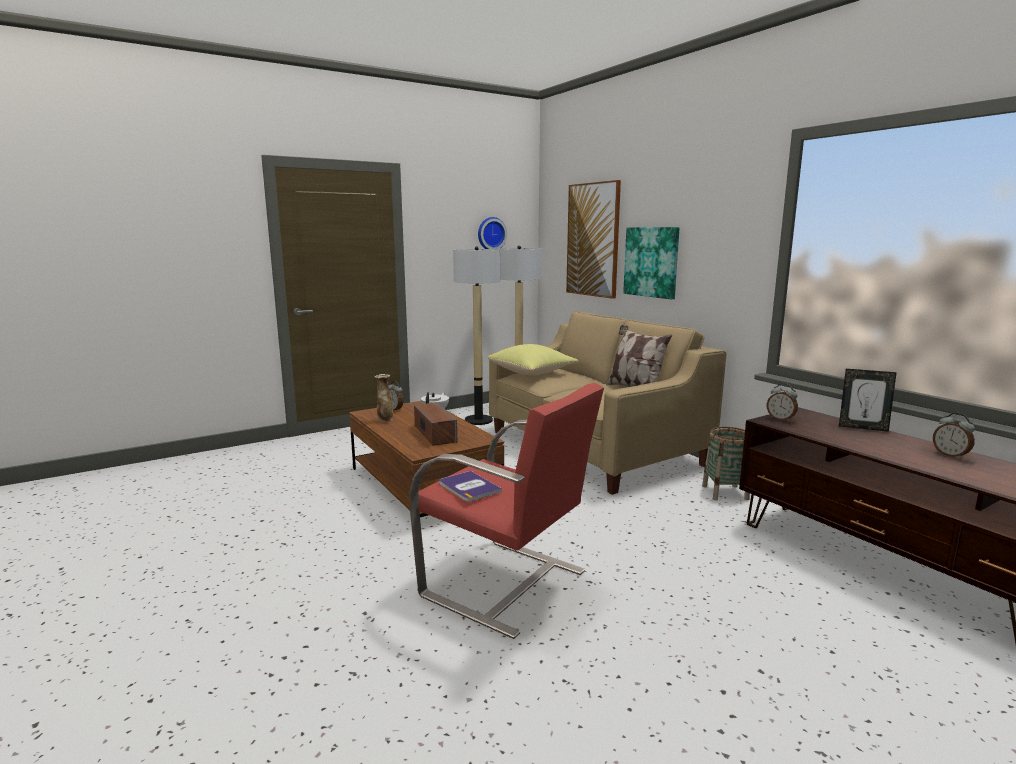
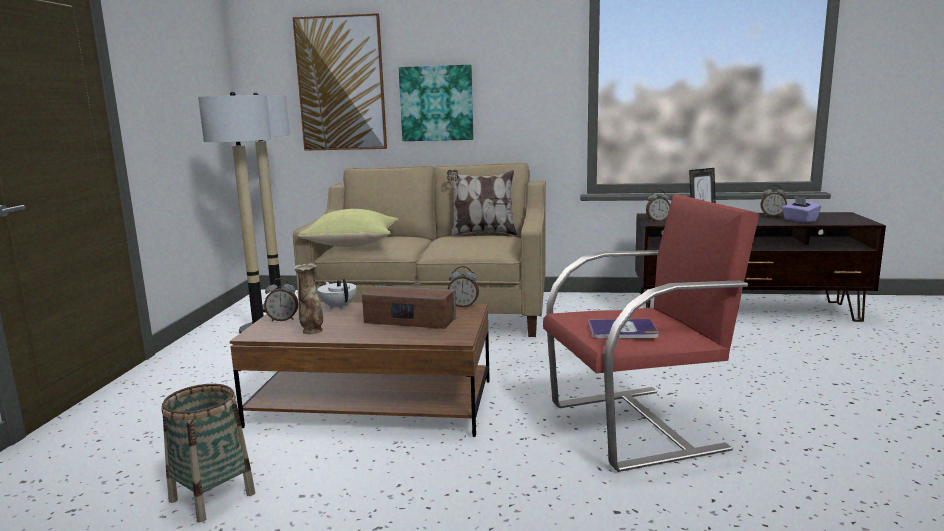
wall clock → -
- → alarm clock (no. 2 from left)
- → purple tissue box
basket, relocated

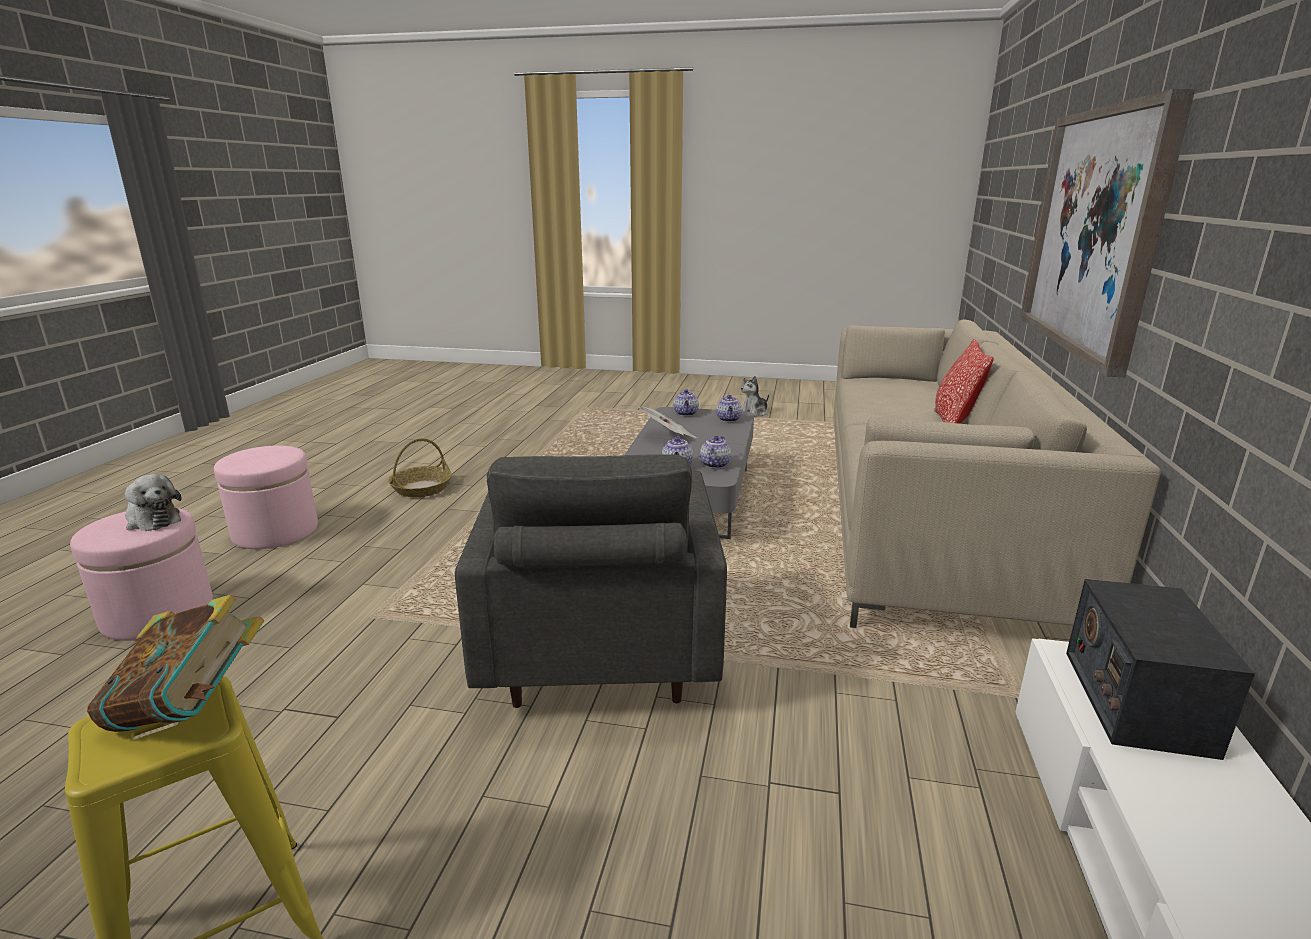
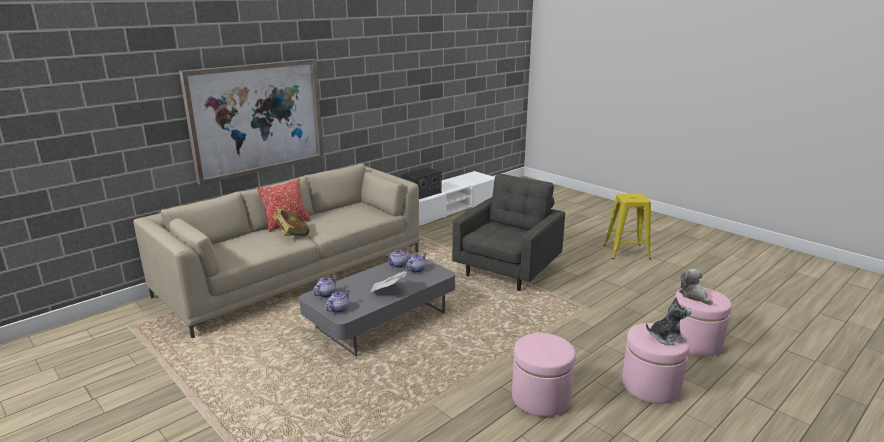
book, relocated
plush toy (no. 2 from left in the first image) → plush toy (no. 1 from left), relocated
basket → pink ottoman (no. 1 from left)

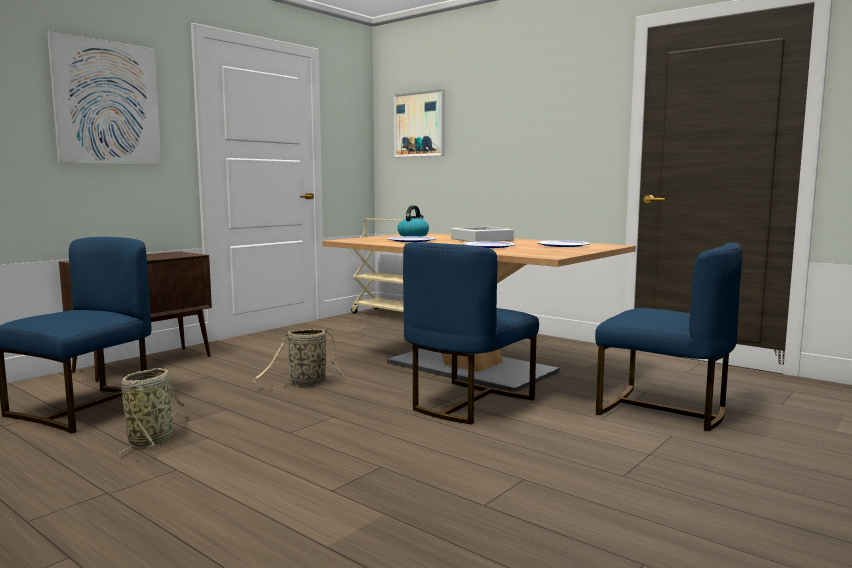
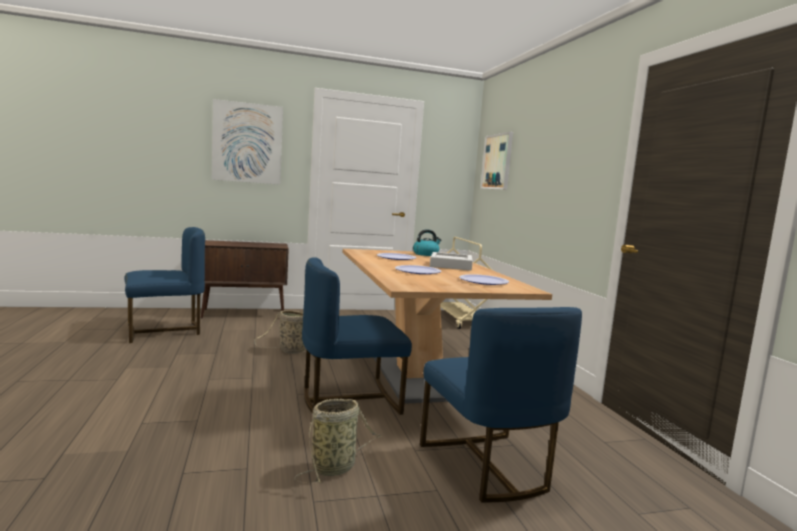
basket (no. 1 from left in the first image) → basket (no. 2 from left), relocated

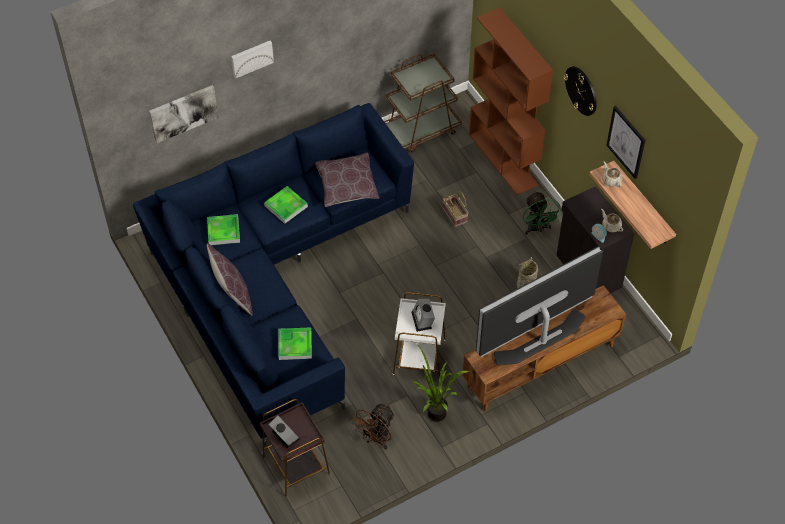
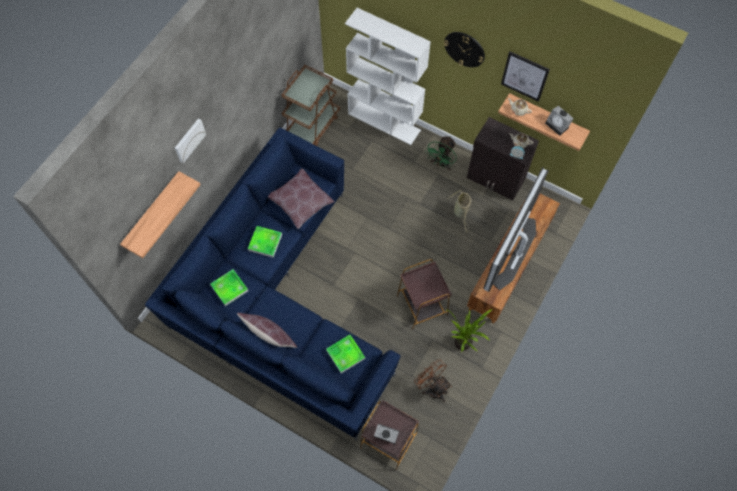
basket (no. 1 from left) → -
alarm clock (no. 2 from left in the first image) → alarm clock (no. 3 from left), relocated
picture (no. 1 from left) → shelf (no. 1 from left)
white side table → brown side table (no. 2 from left)
brown bookcase → white bookcase
brown fan, 135 degrees clockwise
green fan, 75 degrees clockwise

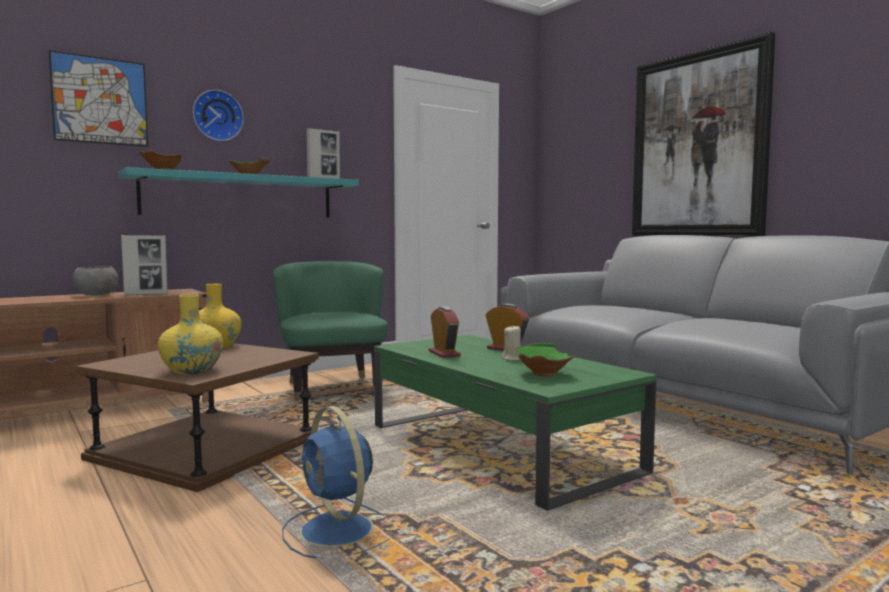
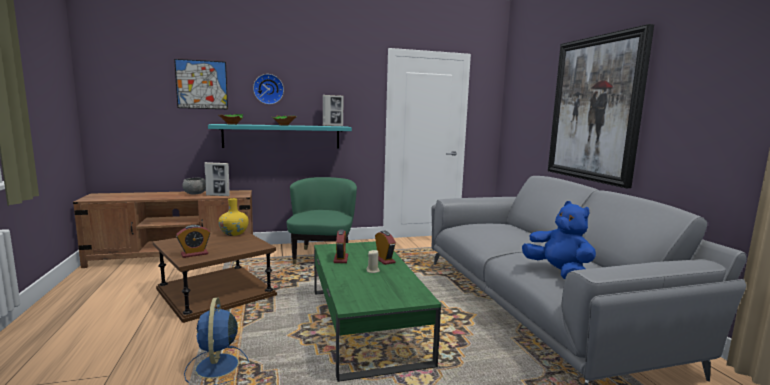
green bowl (no. 3 from left) → -
- → blue plush toy
yellow vase (no. 1 from left) → alarm clock (no. 1 from left)

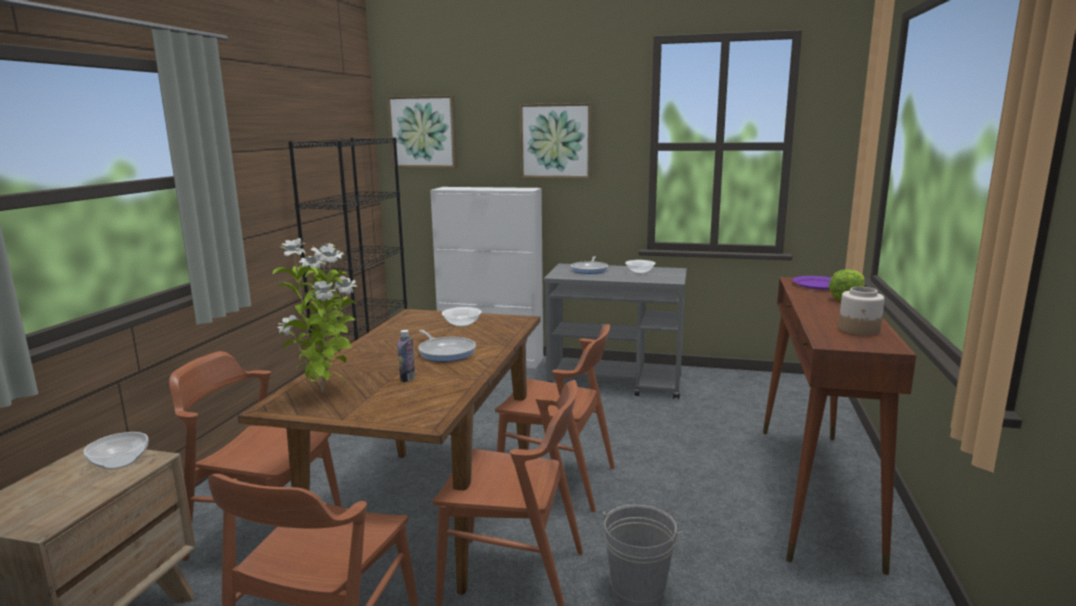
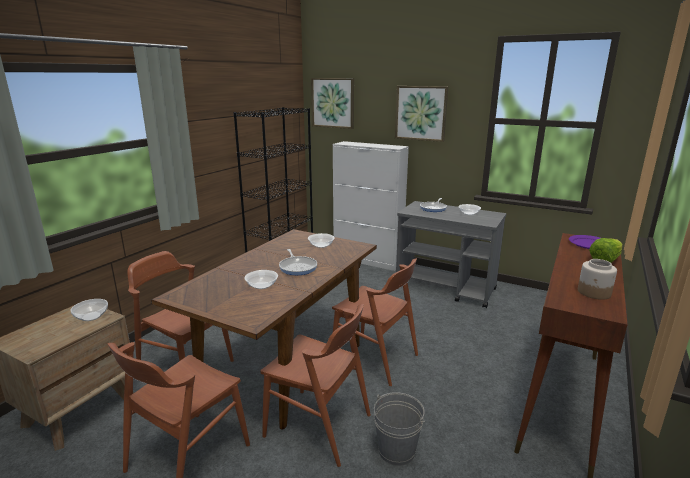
potted plant → -
bottle → bowl (no. 2 from left)

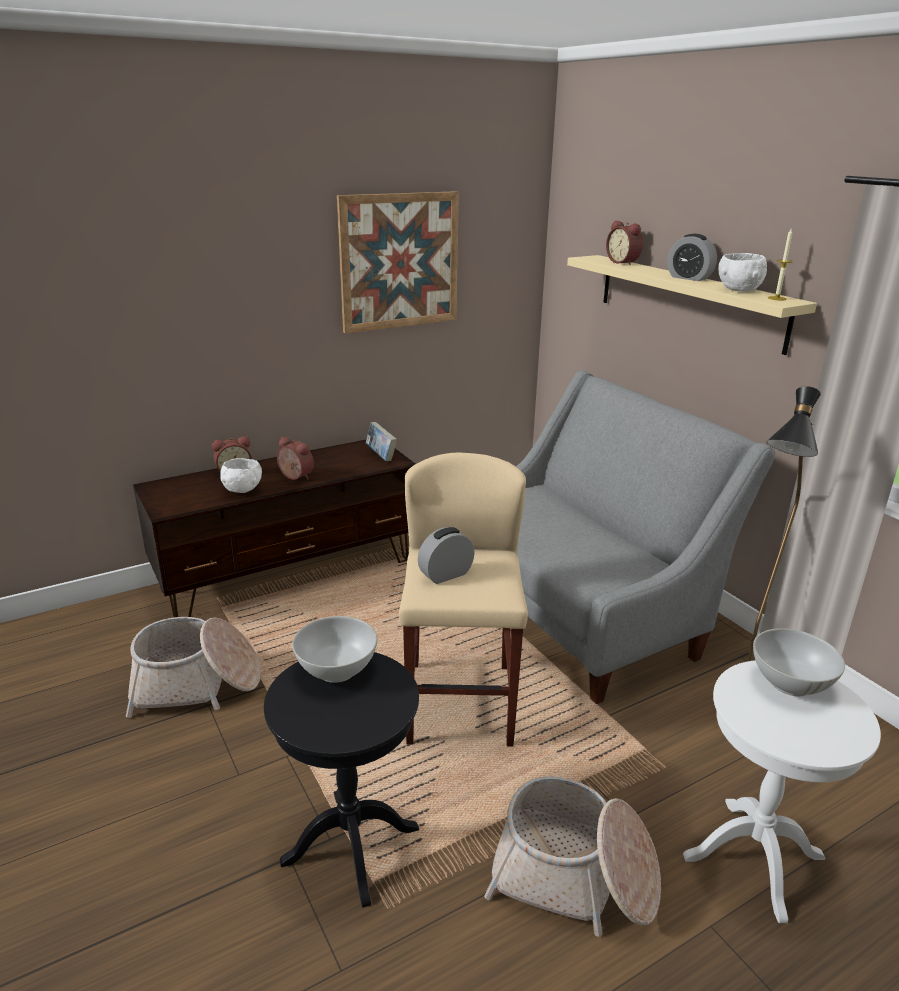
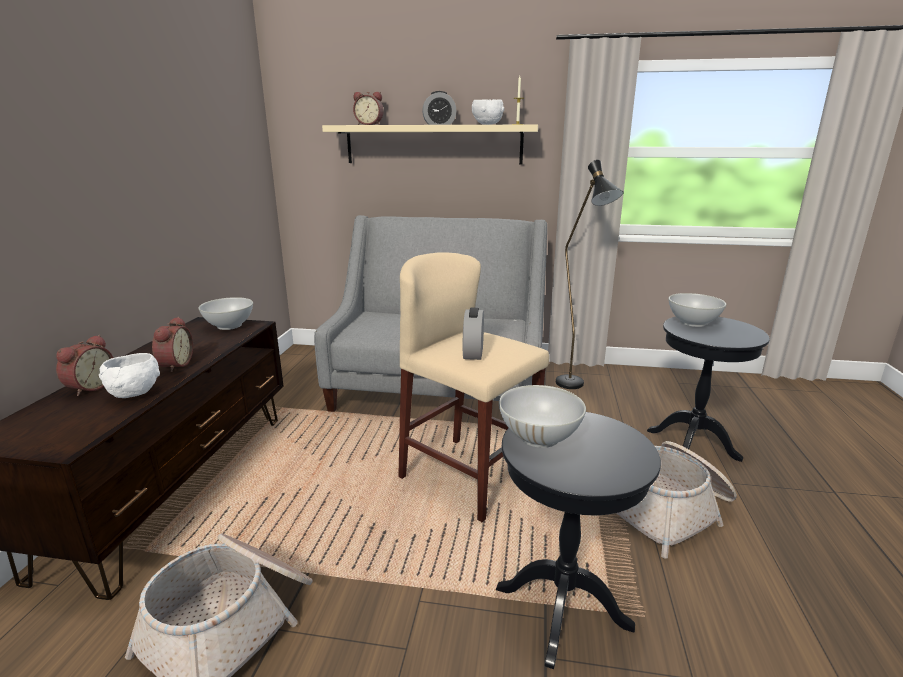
picture → -
book → white bowl (no. 2 from left)
white side table → black side table (no. 2 from left)
alarm clock (no. 2 from left), 105 degrees clockwise

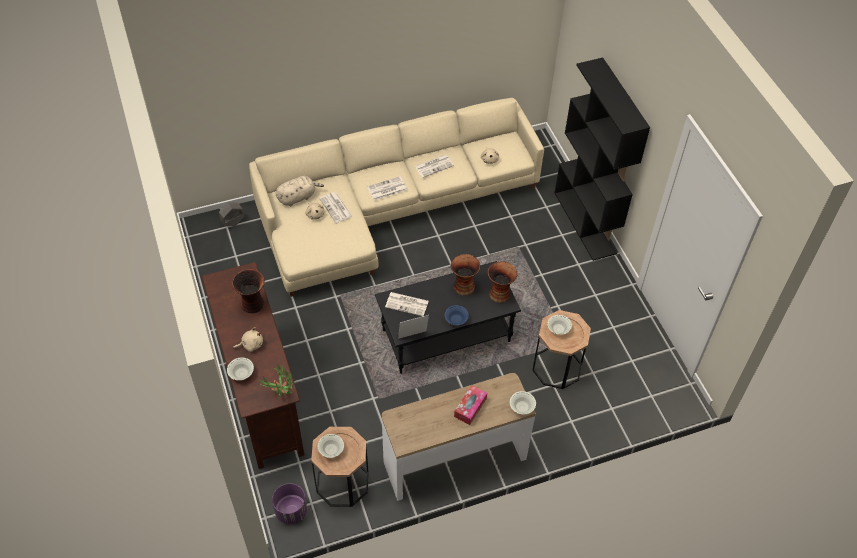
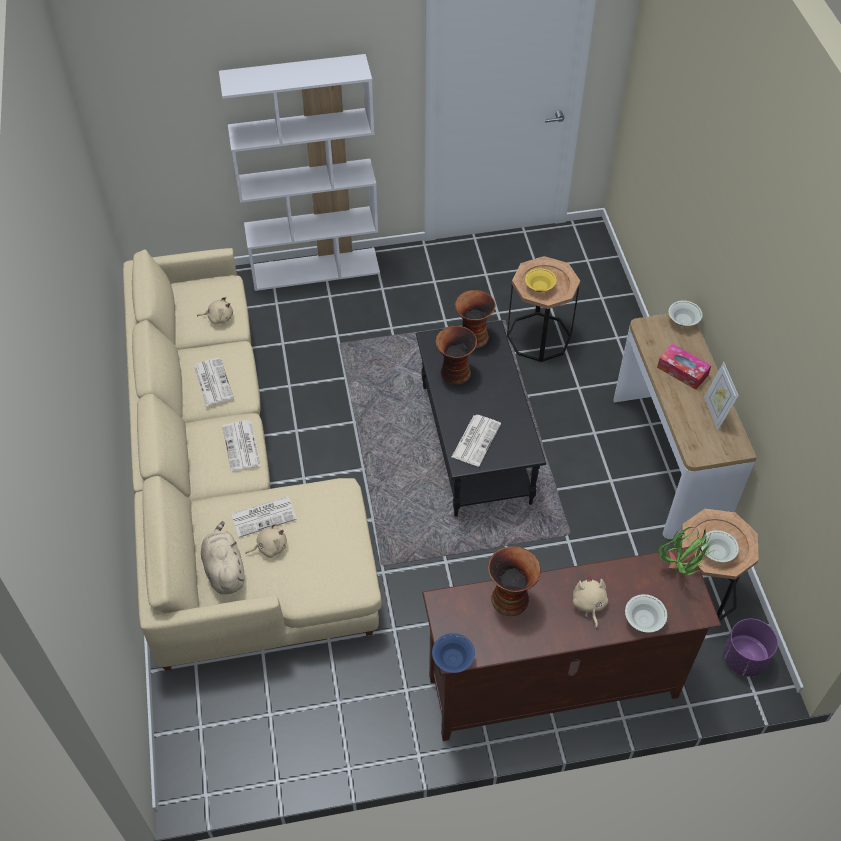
grey planter → -
picture frame, relocated
blue bowl, relocated
white bowl (no. 4 from left) → yellow bowl
black bookcase → white bookcase

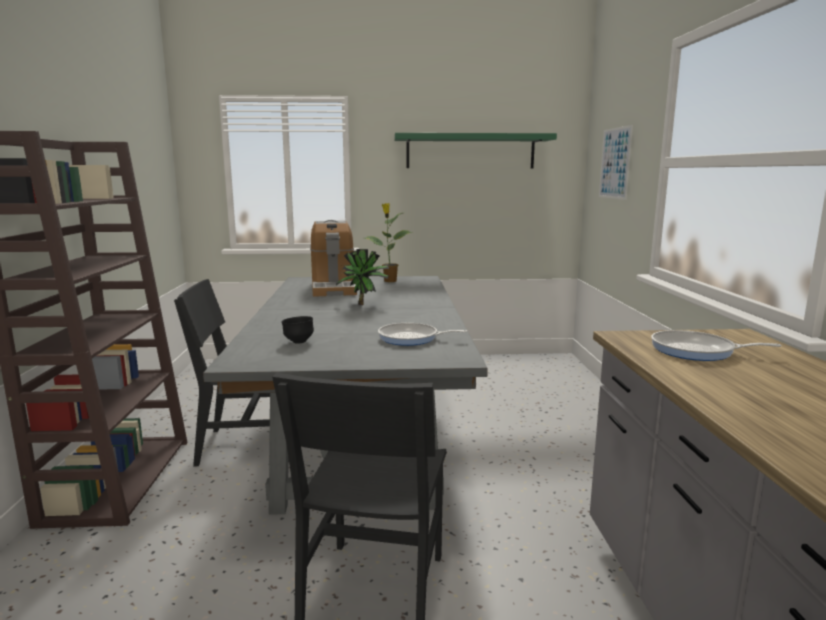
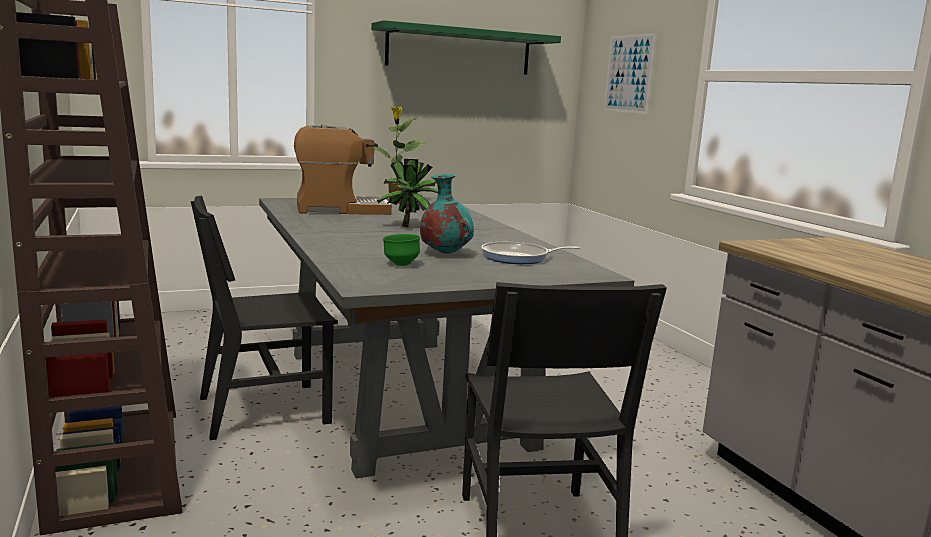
frying pan (no. 2 from left) → -
- → turquoise vase
black bowl → green bowl
coffee machine, 75 degrees counterclockwise

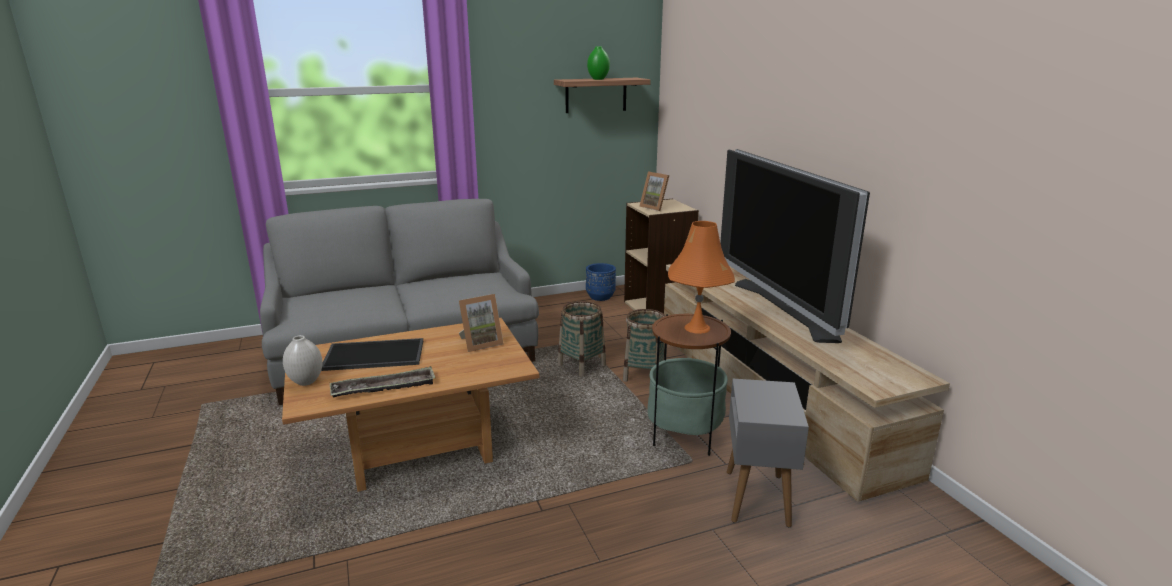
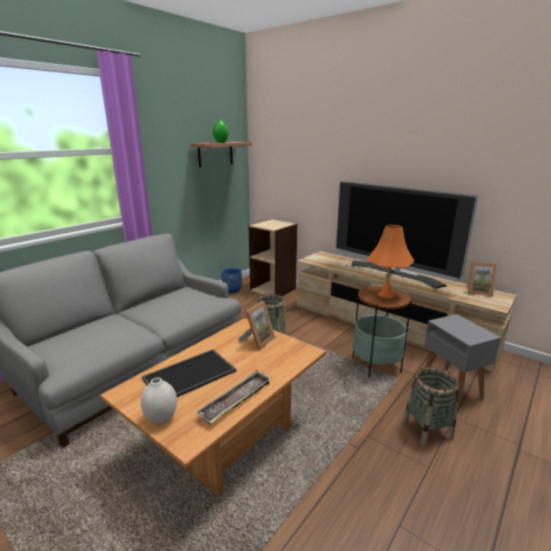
basket (no. 2 from left), relocated
picture frame (no. 2 from left), relocated

